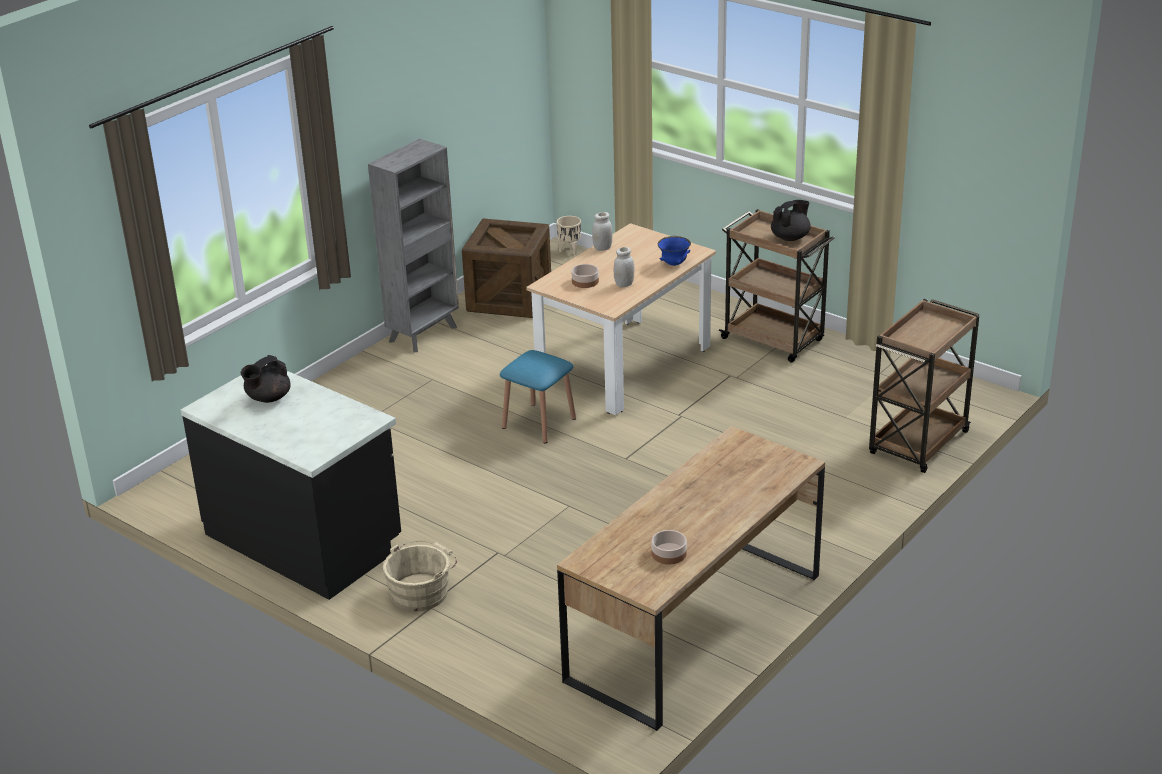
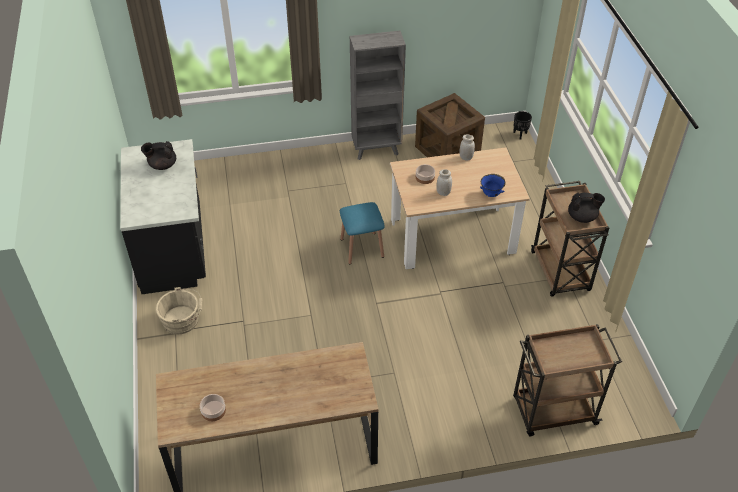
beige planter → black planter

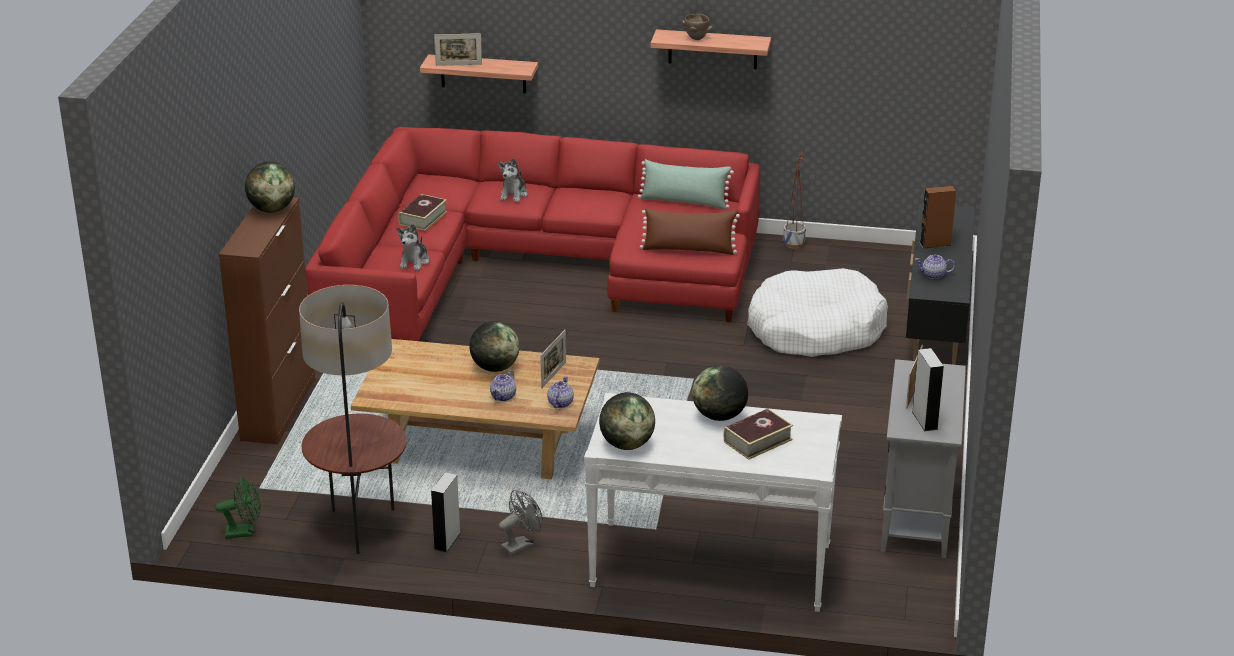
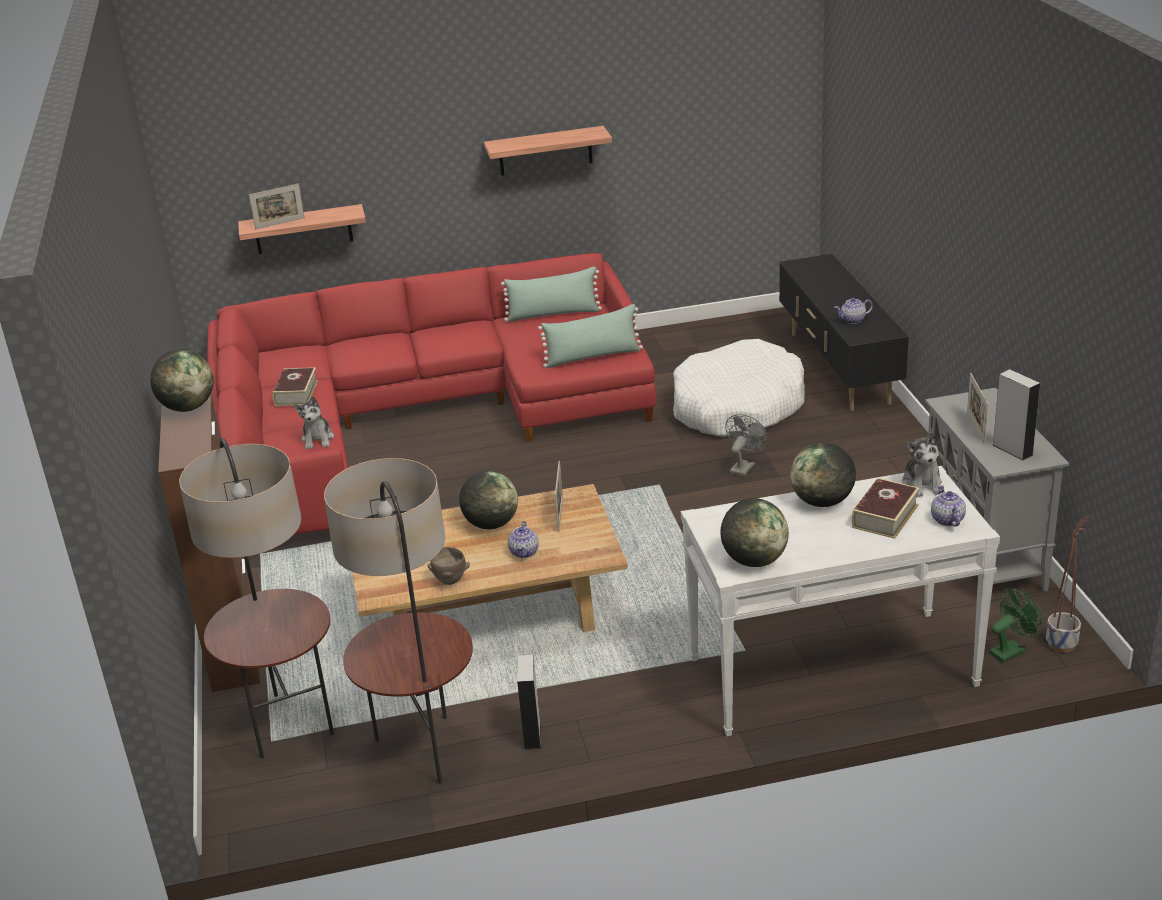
brown speaker → -
- → floor lamp (no. 1 from left)
green fan, relocated
plush toy (no. 2 from left), relocated
grey fan, relocated
teapot (no. 2 from left in the first image) → teapot (no. 3 from left), relocated
brown bowl, relocated
planter, relocated
brown pillow → green pillow (no. 2 from left)

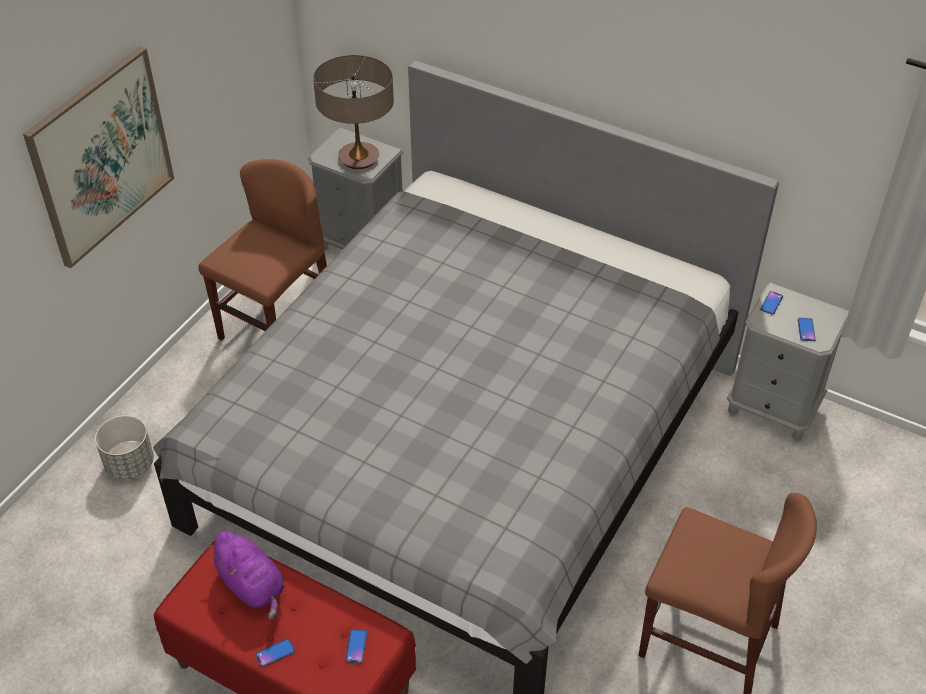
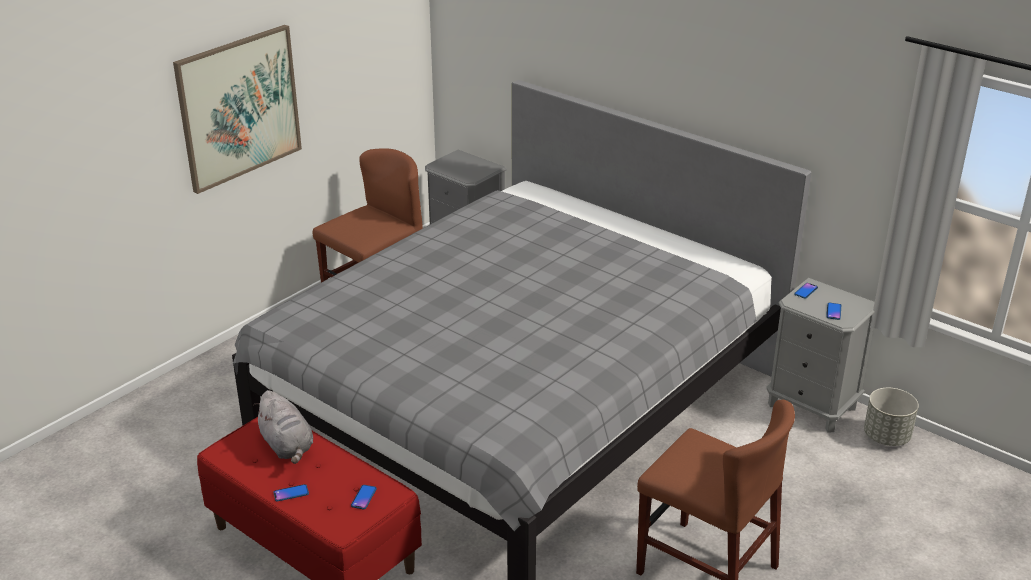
table lamp → -
grey planter, relocated
purple plush toy → grey plush toy

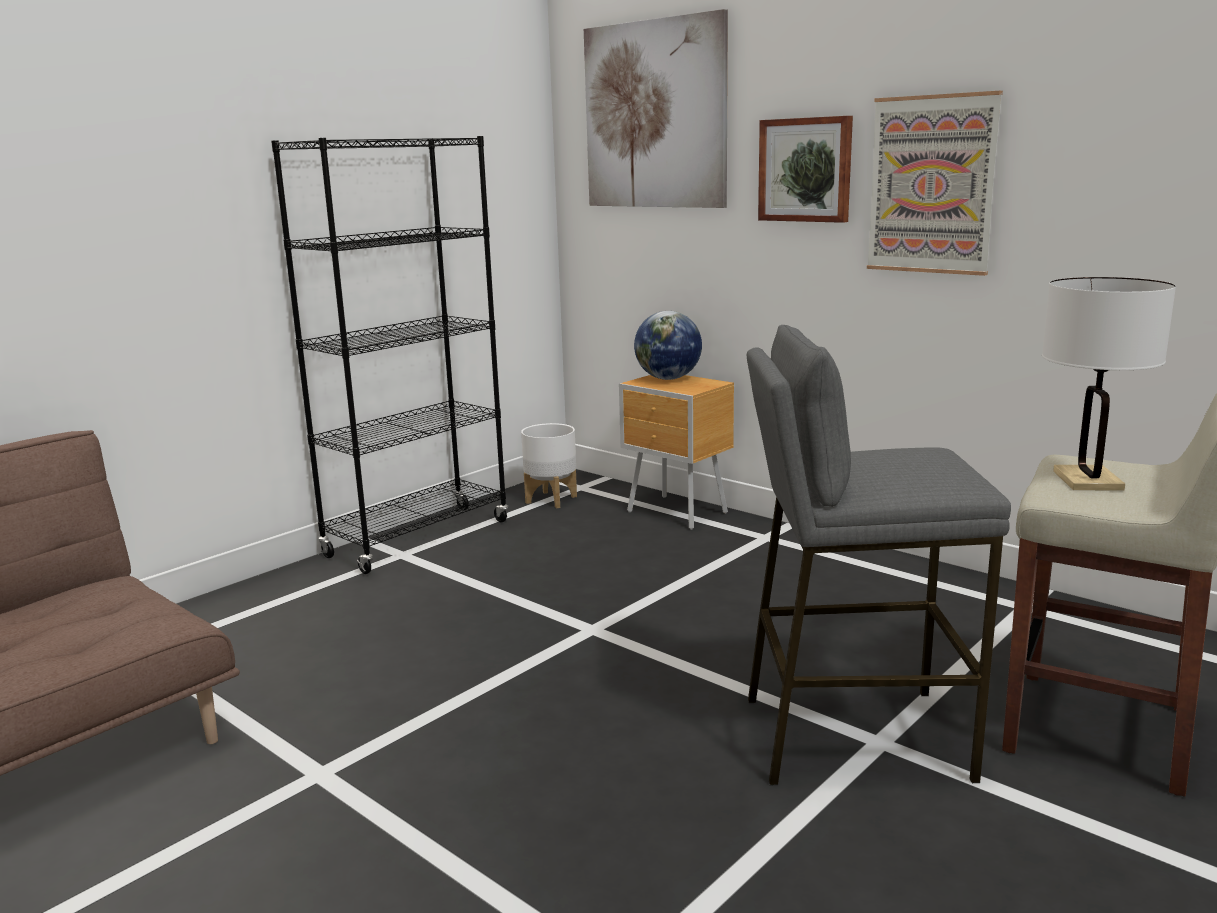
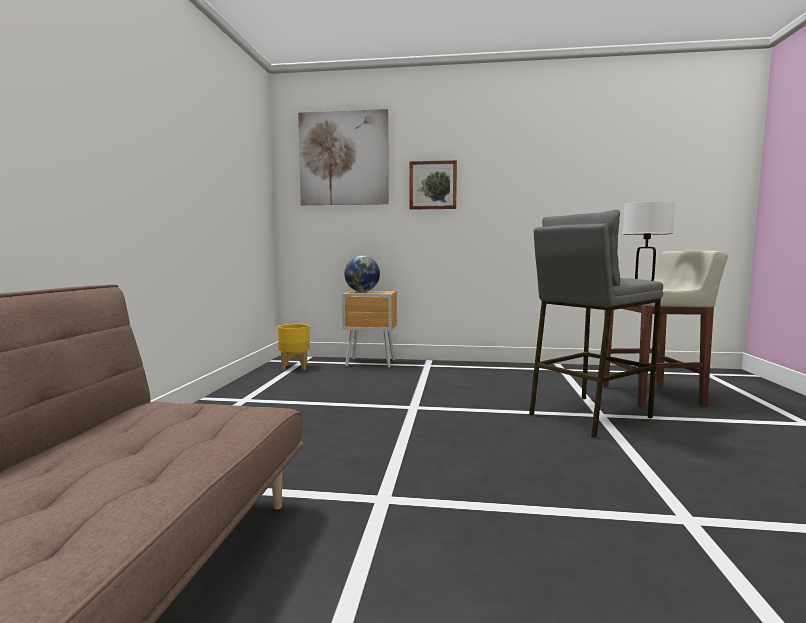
black bookcase → -
picture (no. 3 from left) → -
white planter → yellow planter

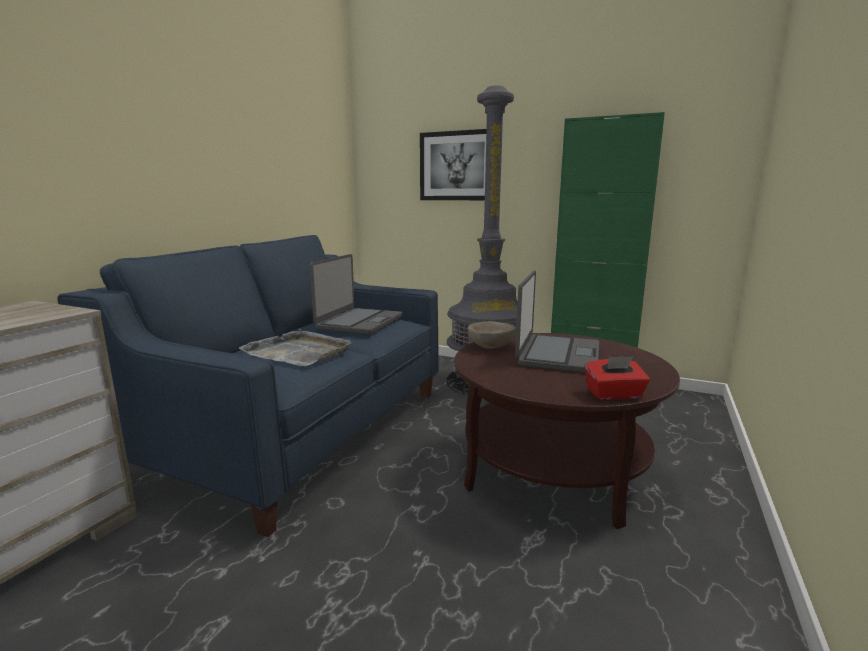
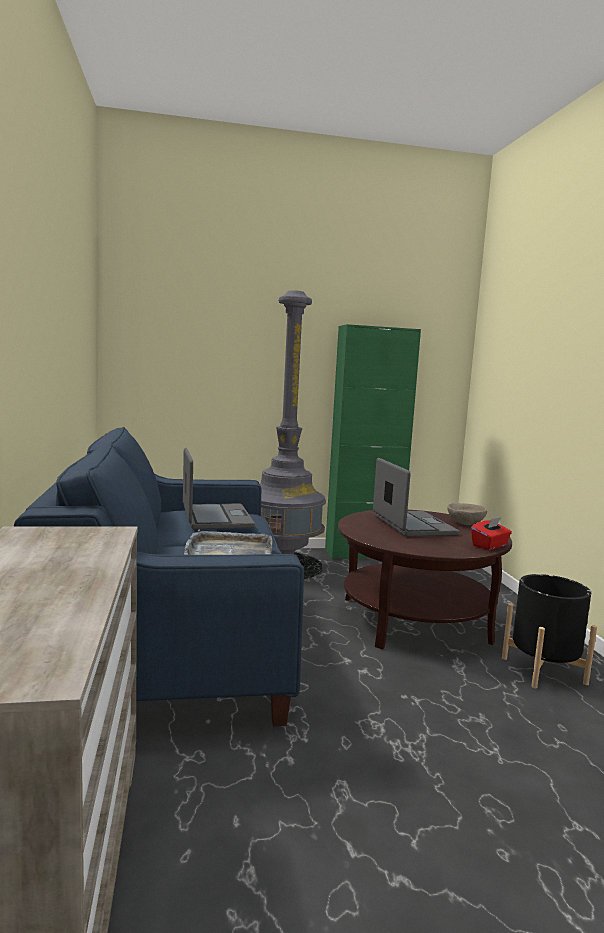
picture → -
- → black planter
beige bowl, relocated

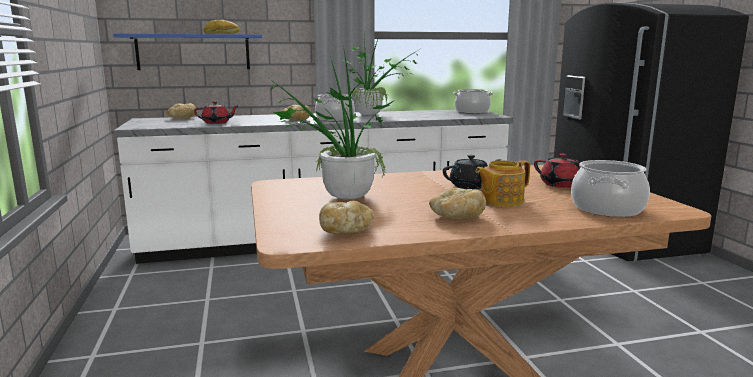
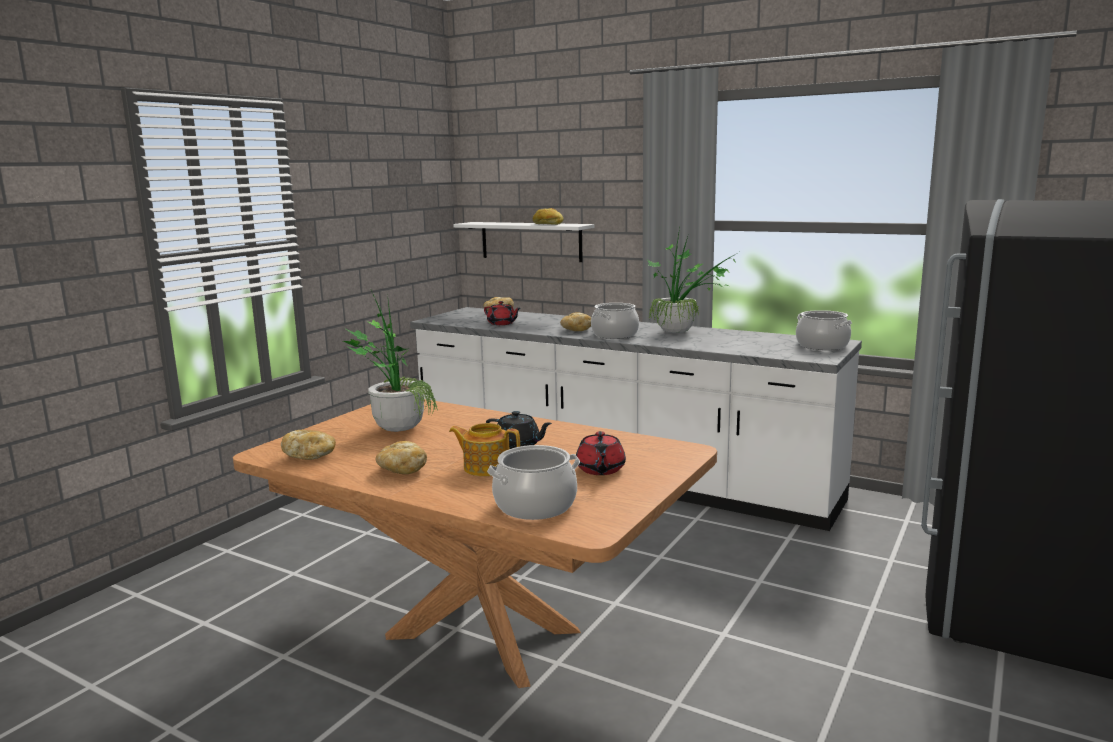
blue shelf → white shelf

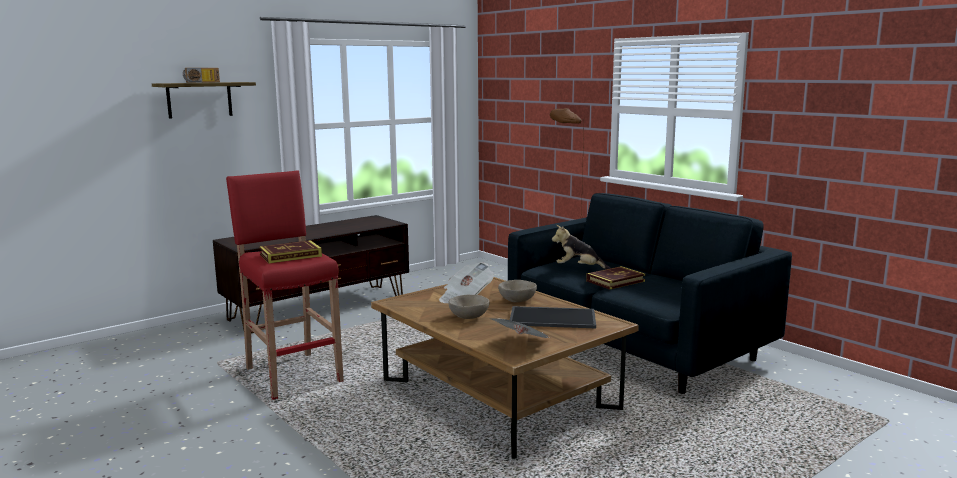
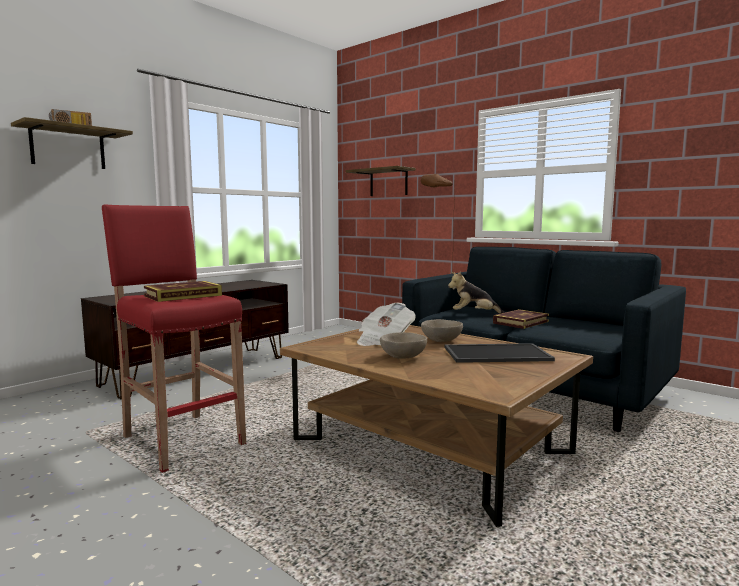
newspaper (no. 2 from left) → -
- → shelf (no. 2 from left)

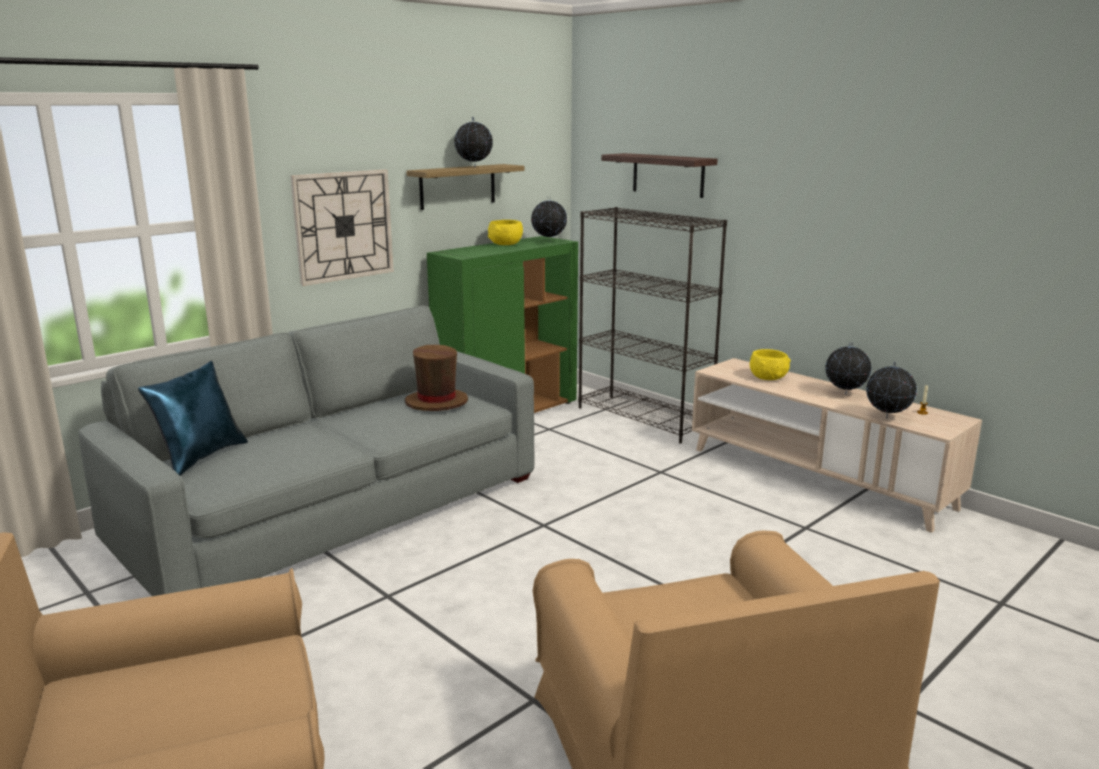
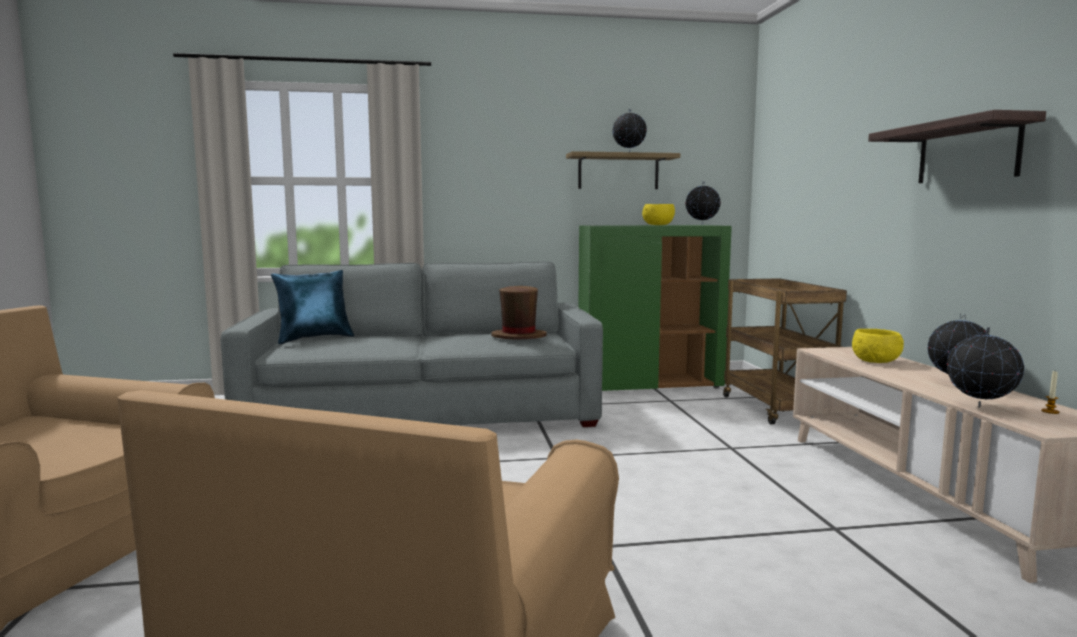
wall clock → -
shelf (no. 2 from left), relocated
black bookcase → brown cart

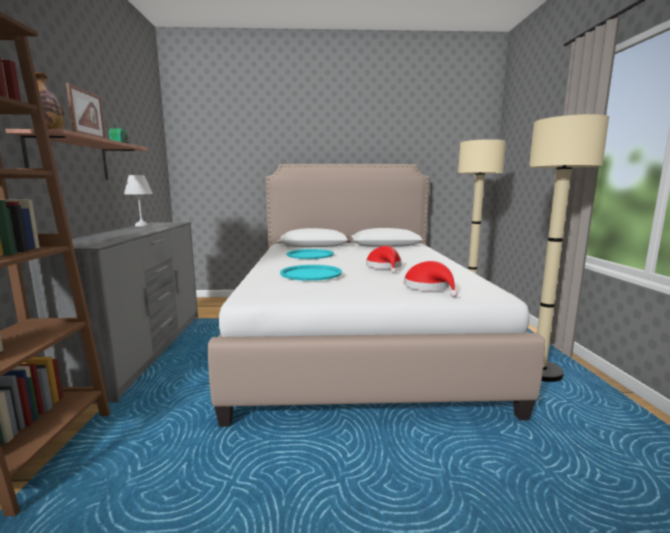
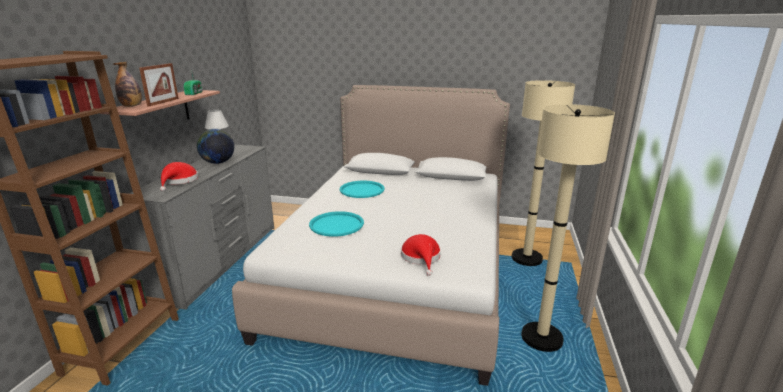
- → globe
red hat (no. 1 from left), relocated

